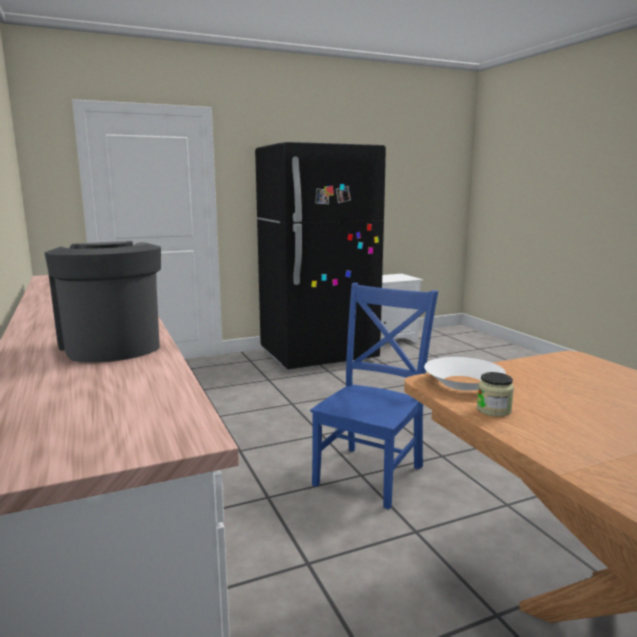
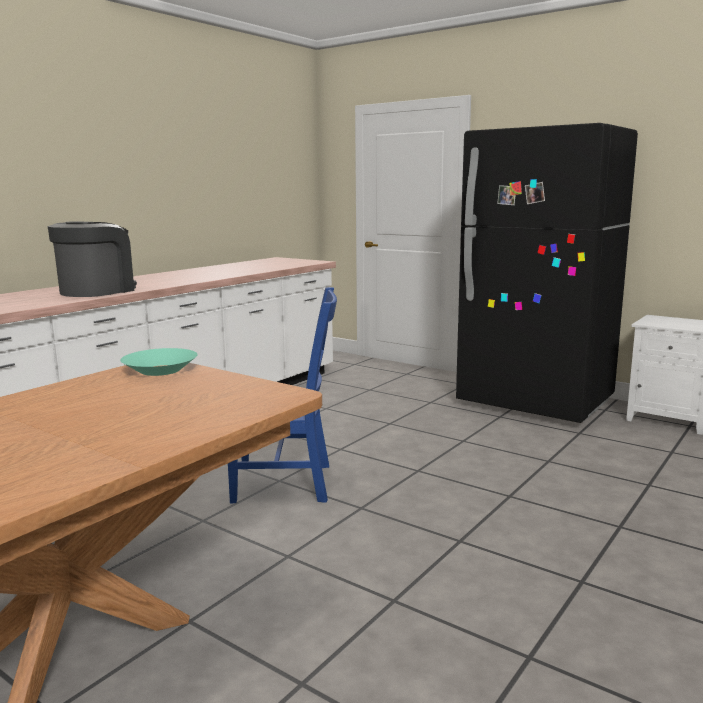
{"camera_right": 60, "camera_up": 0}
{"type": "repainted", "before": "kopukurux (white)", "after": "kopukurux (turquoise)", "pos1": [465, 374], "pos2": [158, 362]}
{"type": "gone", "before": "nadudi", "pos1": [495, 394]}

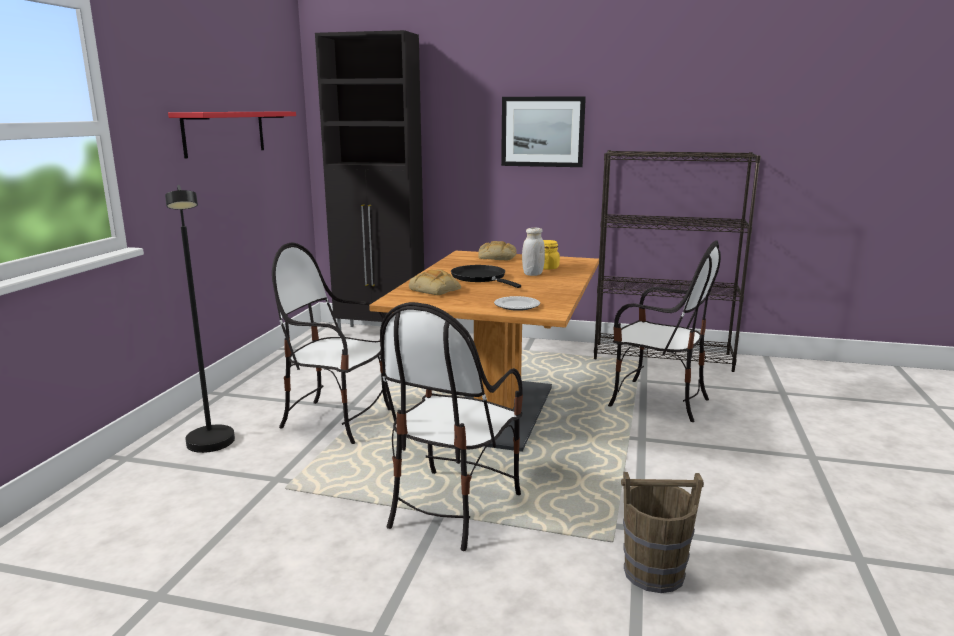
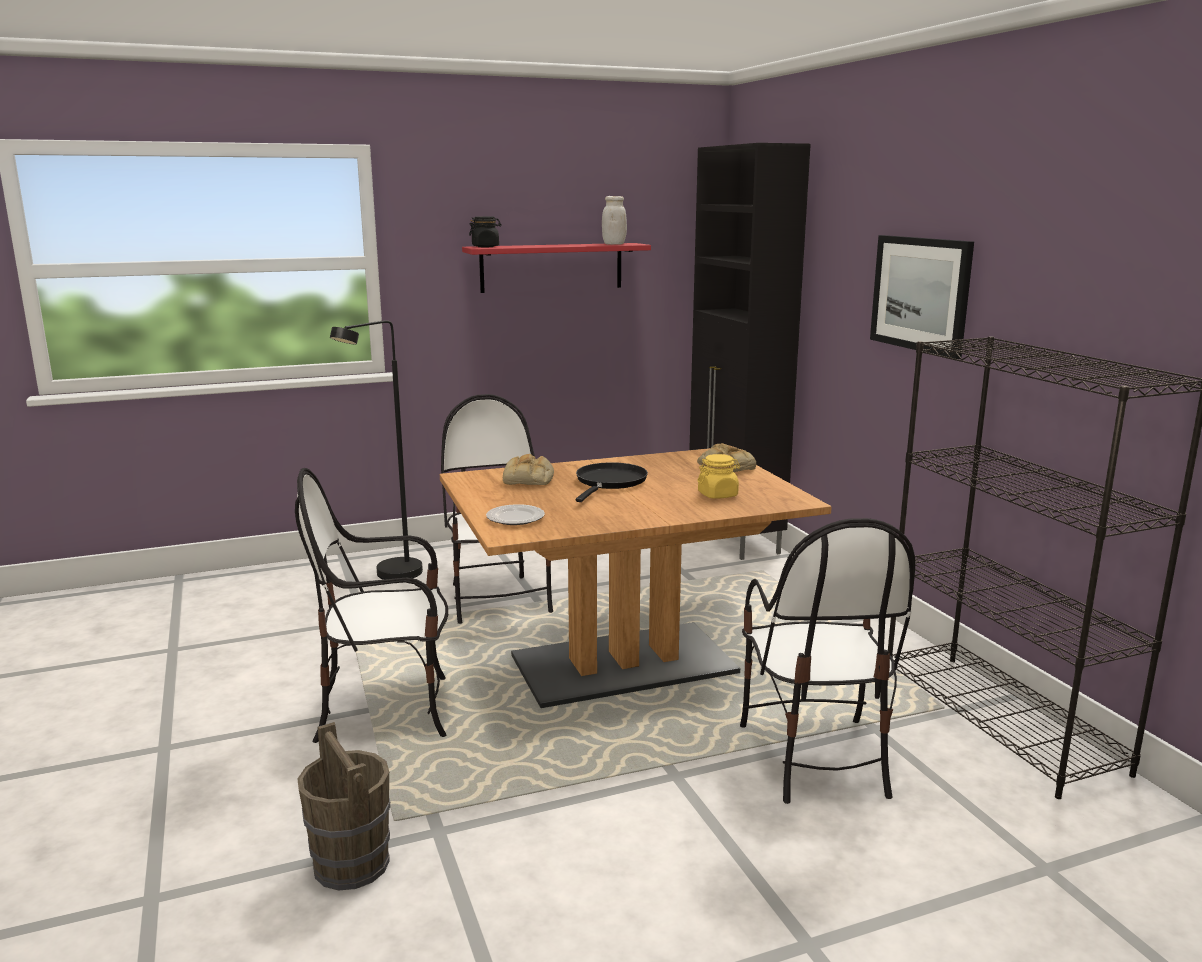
{"camera_right": 55, "camera_up": 0}
{"type": "shifted", "before": "nadudi (white)", "pos1": [533, 251], "pos2": [614, 220]}
{"type": "new", "after": "nadudi (black)", "pos2": [485, 231]}

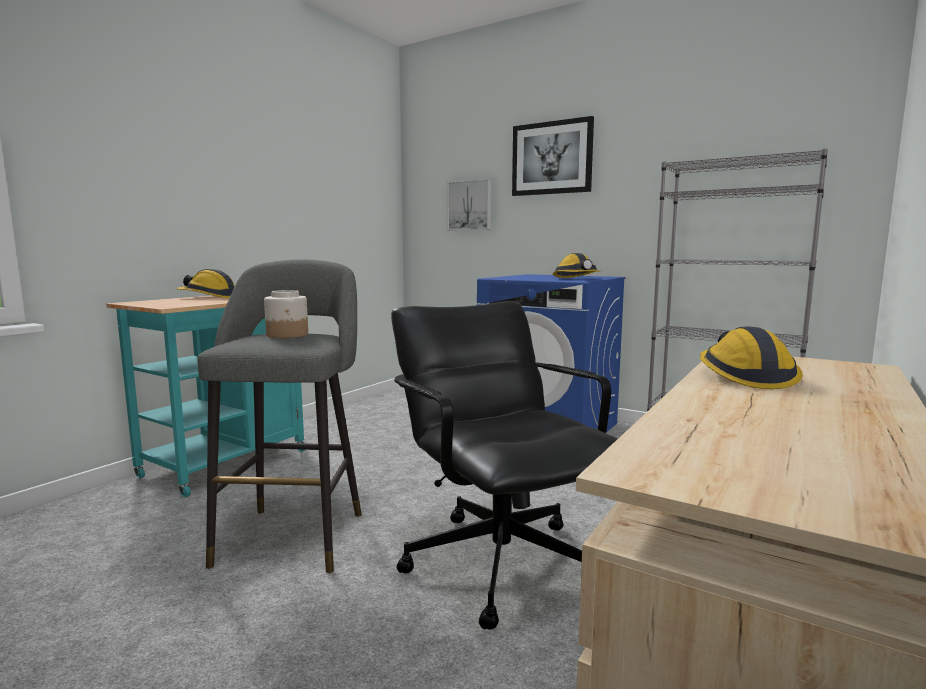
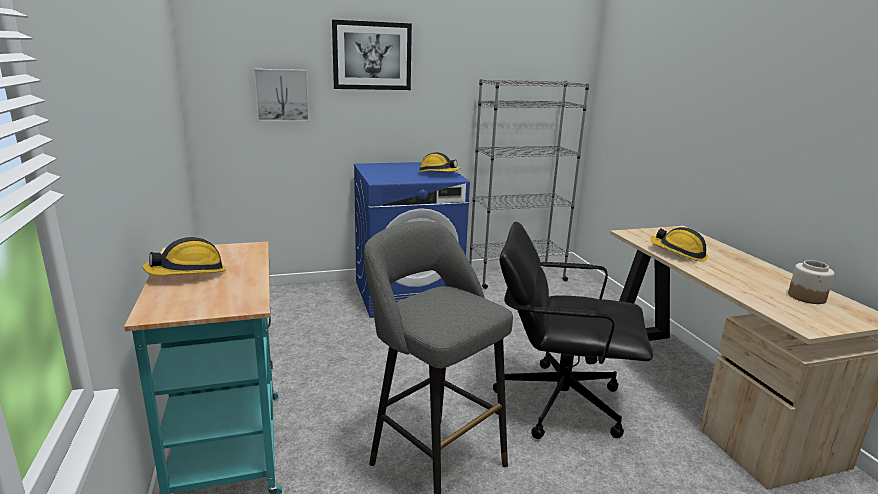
{"camera_right": -50, "camera_up": 10}
{"type": "shifted", "before": "nadudi", "pos1": [286, 314], "pos2": [811, 282]}

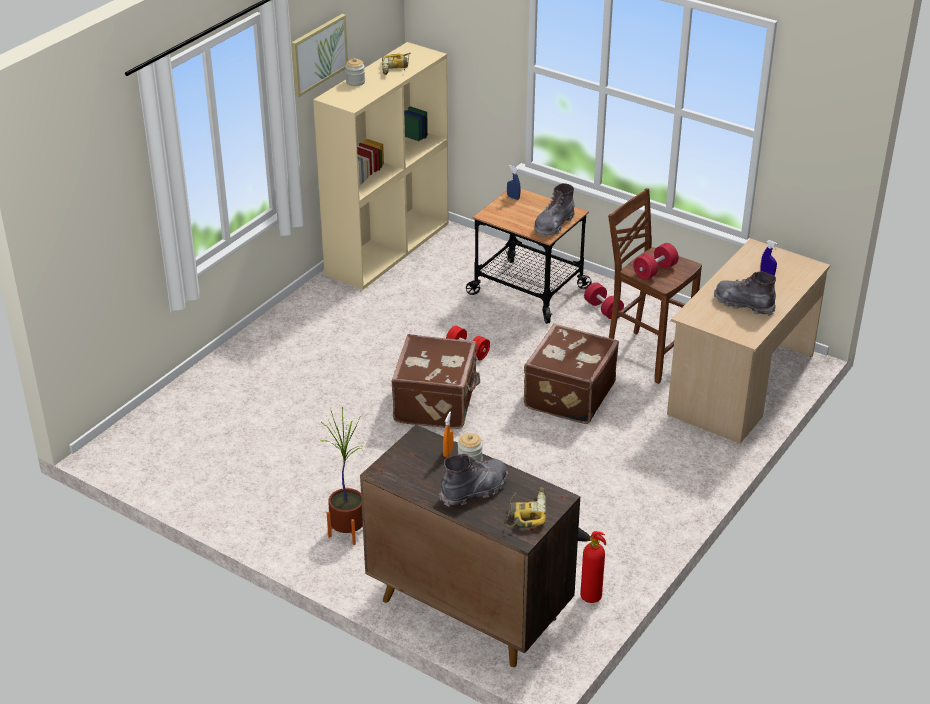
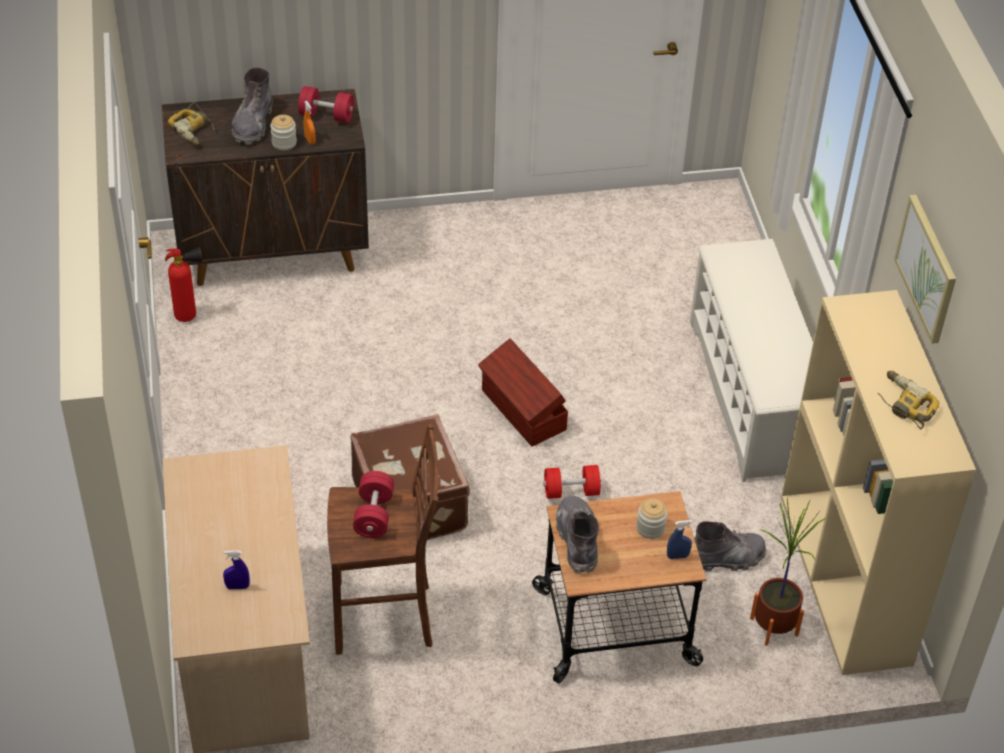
{"camera_right": 135, "camera_up": 10}
{"type": "shifted", "before": "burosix", "pos1": [342, 476], "pos2": [788, 571]}
{"type": "shifted", "before": "nadudi", "pos1": [355, 72], "pos2": [652, 518]}
{"type": "swapped", "before": "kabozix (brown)", "after": "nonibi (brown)", "pos1": [435, 381], "pos2": [523, 392]}
{"type": "shifted", "before": "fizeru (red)", "pos1": [604, 300], "pos2": [326, 104]}
{"type": "shifted", "before": "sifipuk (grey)", "pos1": [745, 294], "pos2": [730, 546]}
{"type": "new", "after": "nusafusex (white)", "pos2": [751, 360]}

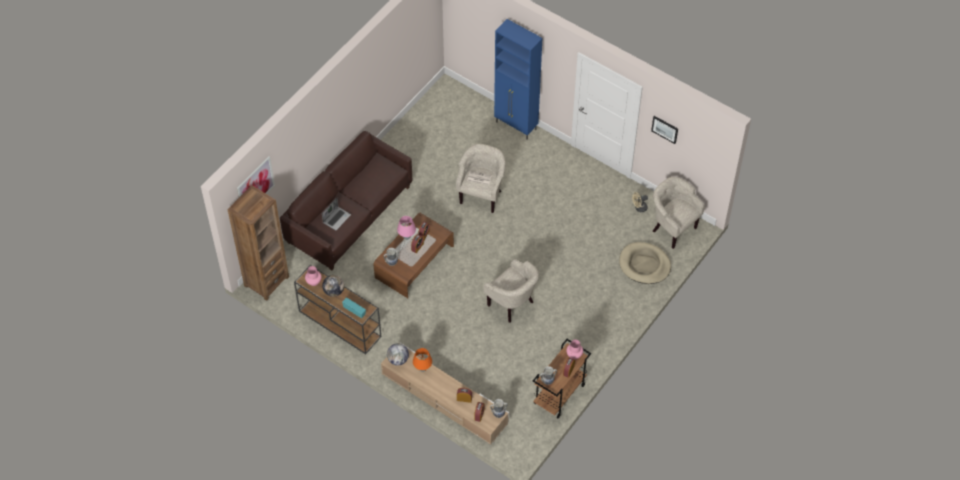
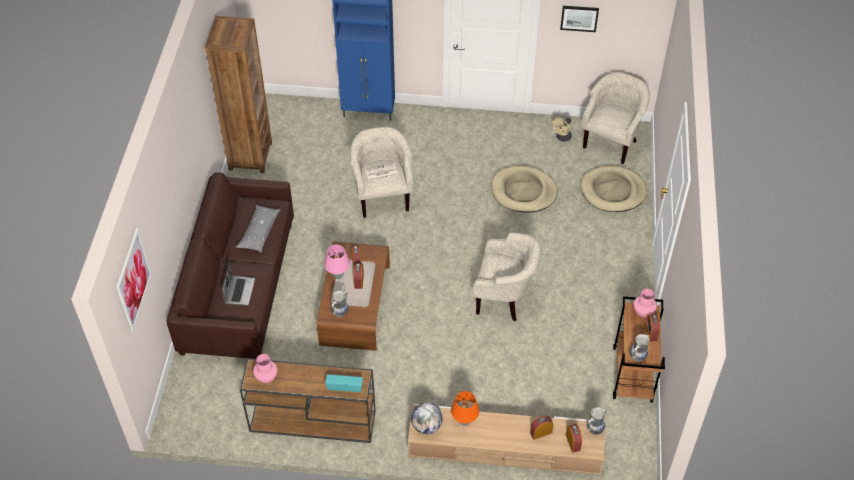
{"camera_right": -30, "camera_up": -5}
{"type": "shifted", "before": "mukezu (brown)", "pos1": [258, 243], "pos2": [238, 94]}
{"type": "gone", "before": "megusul", "pos1": [333, 286]}
{"type": "rotated", "before": "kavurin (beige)", "pos1": [679, 213], "pos2": [616, 118], "turn": 105}
{"type": "new", "after": "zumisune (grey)", "pos2": [258, 229]}
{"type": "new", "after": "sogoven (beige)", "pos2": [524, 189]}

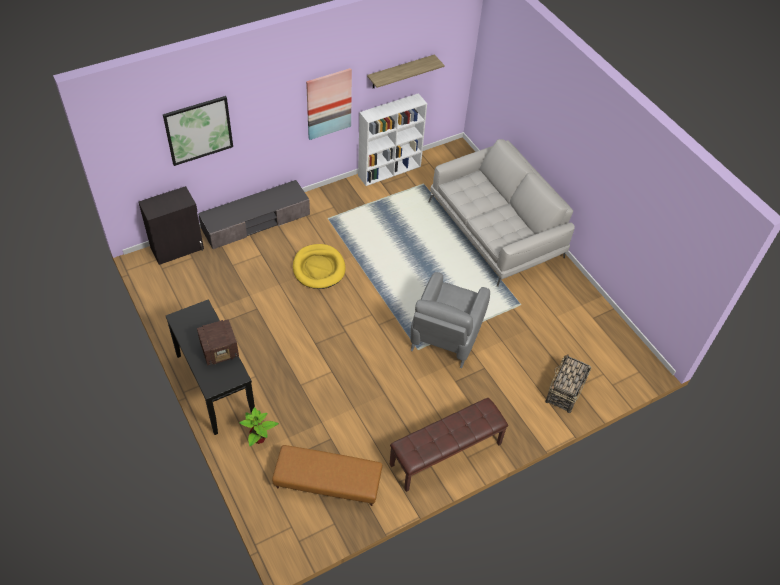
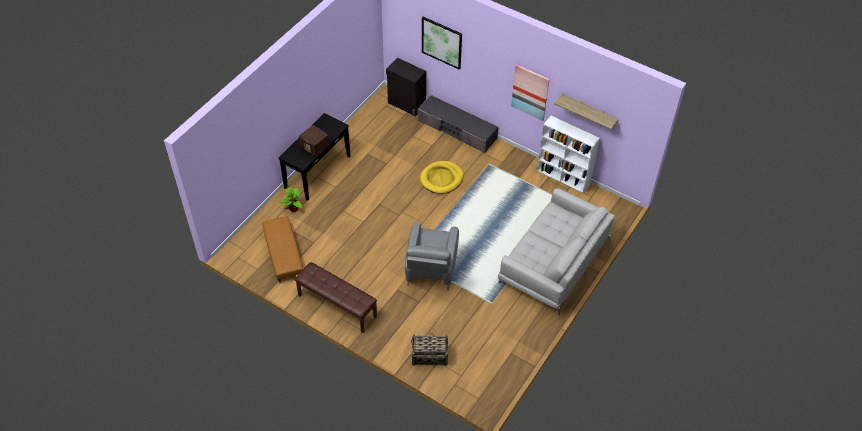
{"camera_right": 65, "camera_up": 0}
{"type": "rotated", "before": "kavurin (grey)", "pos1": [450, 320], "pos2": [432, 256], "turn": -75}

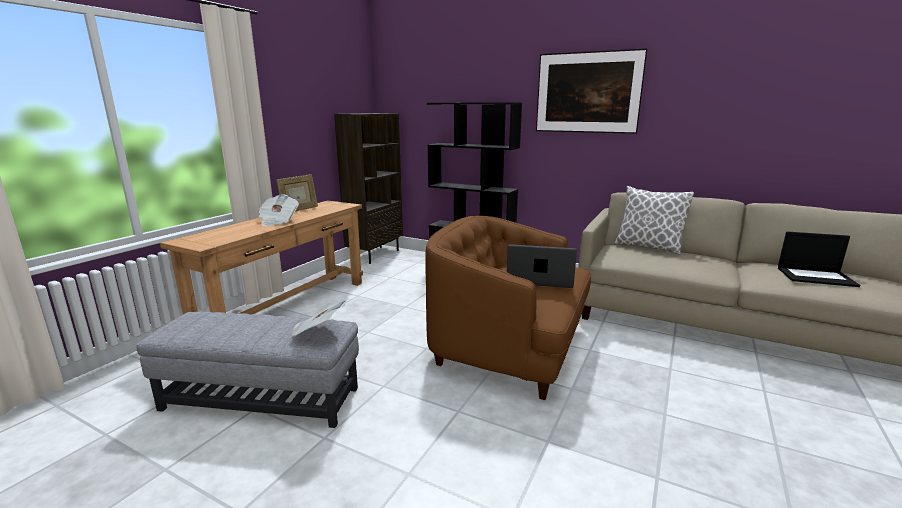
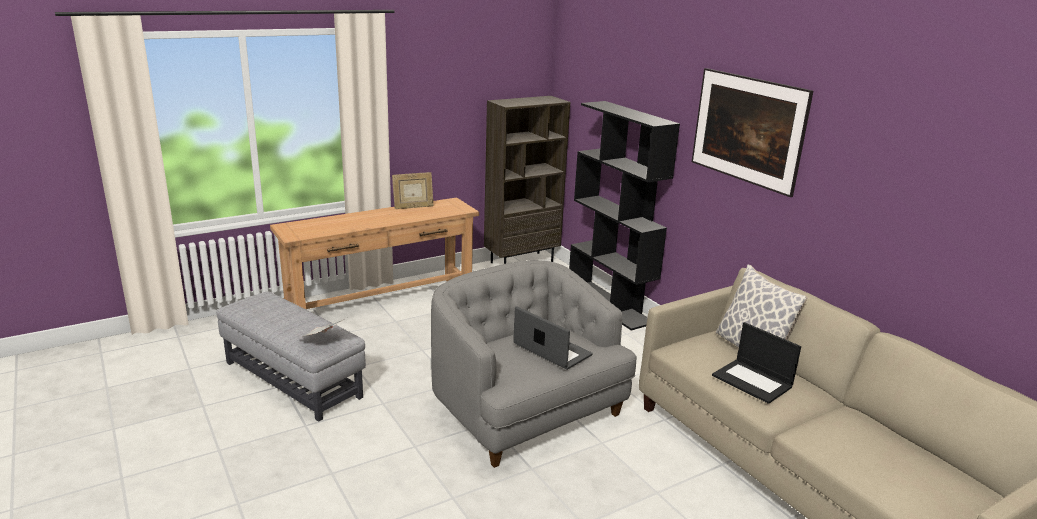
{"camera_right": 30, "camera_up": 5}
{"type": "gone", "before": "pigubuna", "pos1": [278, 210]}
{"type": "repainted", "before": "kavurin (brown)", "after": "kavurin (grey)", "pos1": [508, 308], "pos2": [534, 364]}
{"type": "shifted", "before": "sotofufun", "pos1": [819, 259], "pos2": [756, 363]}

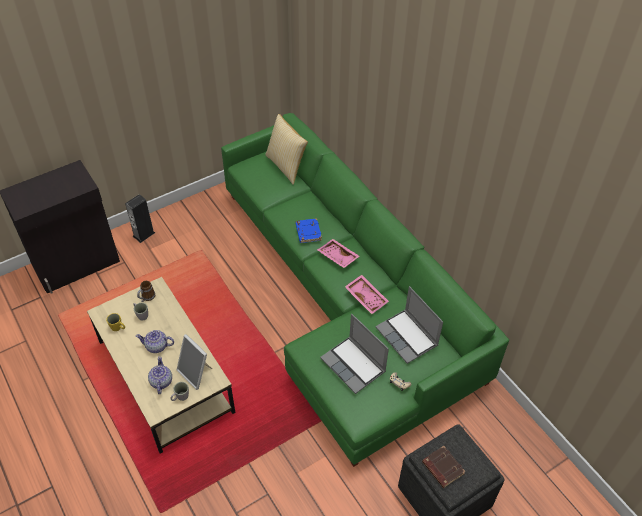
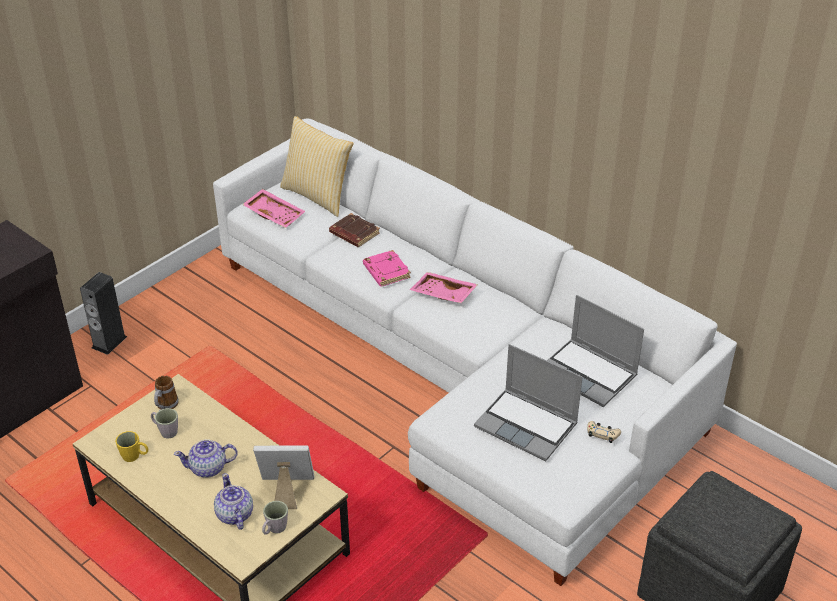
{"camera_right": -15, "camera_up": -10}
{"type": "rotated", "before": "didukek", "pos1": [194, 362], "pos2": [283, 477], "turn": 150}
{"type": "repainted", "before": "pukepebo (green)", "after": "pukepebo (white)", "pos1": [365, 290], "pos2": [475, 352]}
{"type": "repainted", "before": "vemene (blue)", "after": "vemene (pink)", "pos1": [309, 230], "pos2": [387, 268]}
{"type": "shifted", "before": "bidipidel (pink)", "pos1": [367, 294], "pos2": [273, 208]}
{"type": "shifted", "before": "vemene (brown)", "pos1": [444, 467], "pos2": [354, 230]}

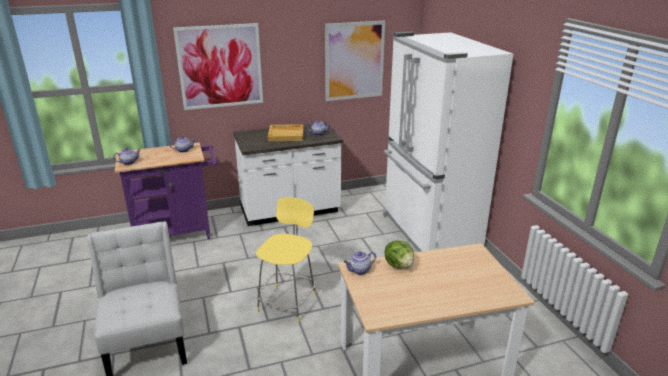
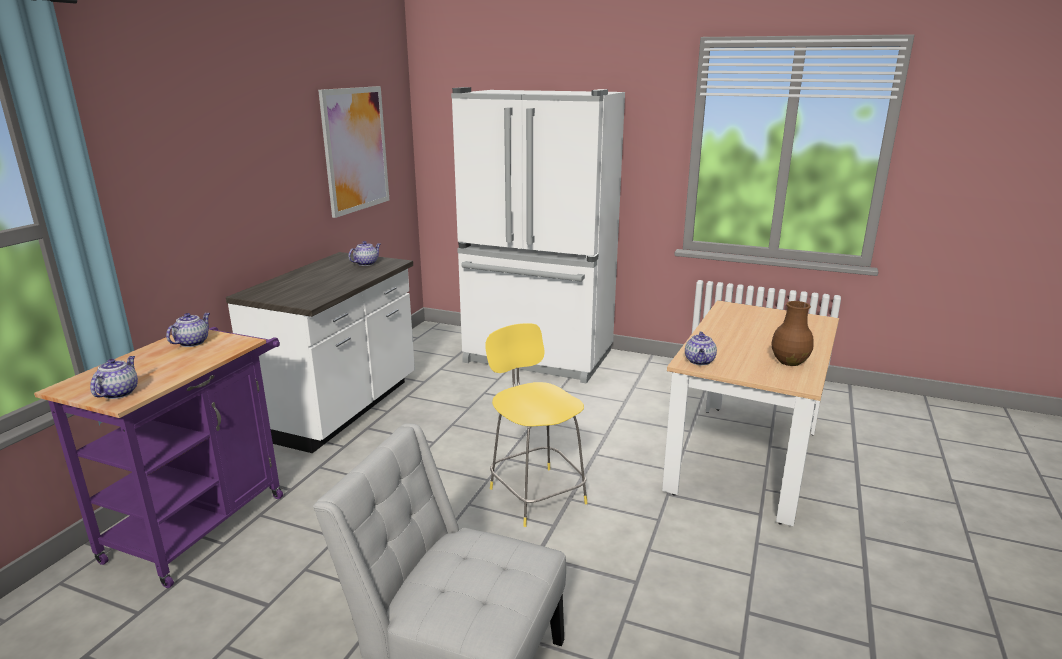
{"camera_right": -50, "camera_up": -5}
{"type": "gone", "before": "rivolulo", "pos1": [218, 66]}
{"type": "gone", "before": "bidipidel (beige)", "pos1": [285, 132]}
{"type": "gone", "before": "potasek", "pos1": [399, 254]}
{"type": "new", "after": "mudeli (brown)", "pos2": [792, 333]}

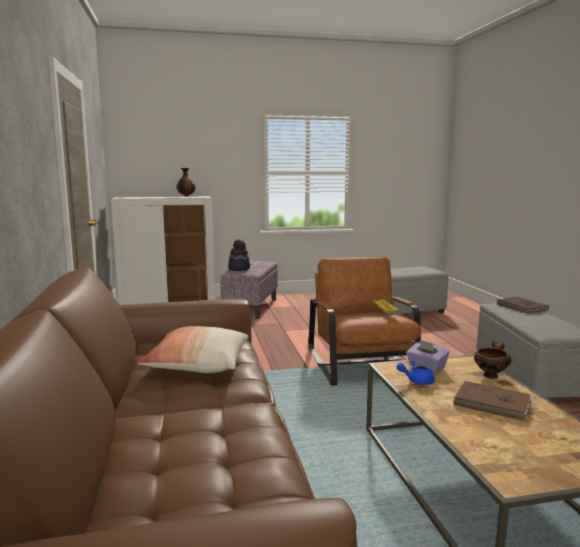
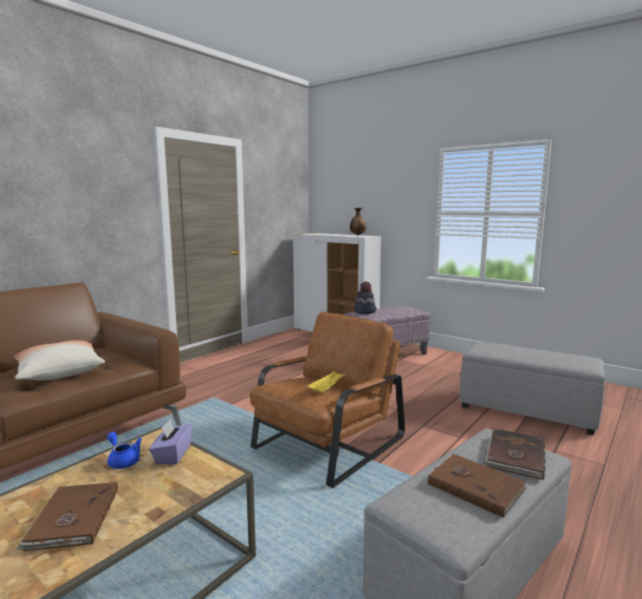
{"camera_right": 50, "camera_up": 0}
{"type": "gone", "before": "kopukurux", "pos1": [493, 360]}
{"type": "new", "after": "vemene (brown)", "pos2": [477, 486]}

